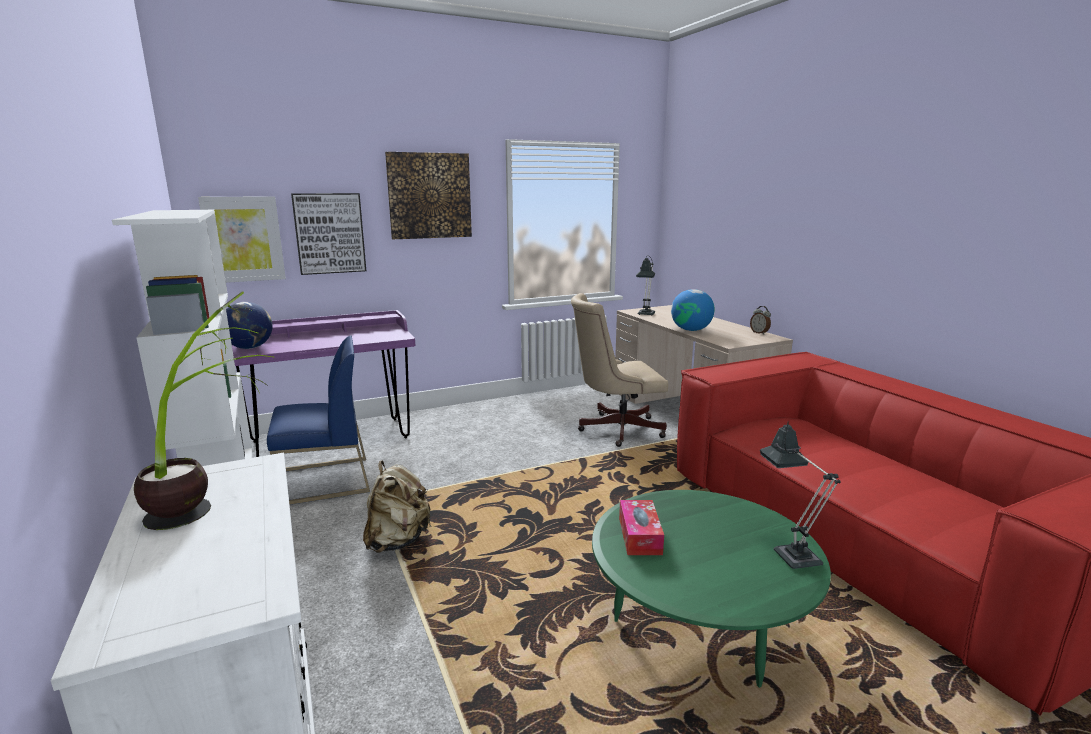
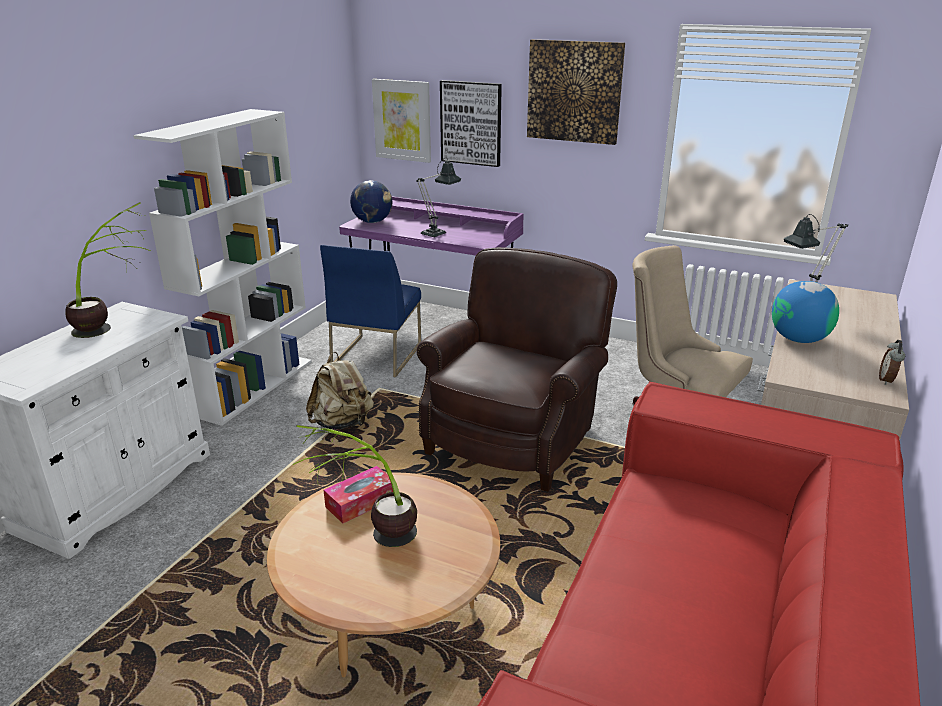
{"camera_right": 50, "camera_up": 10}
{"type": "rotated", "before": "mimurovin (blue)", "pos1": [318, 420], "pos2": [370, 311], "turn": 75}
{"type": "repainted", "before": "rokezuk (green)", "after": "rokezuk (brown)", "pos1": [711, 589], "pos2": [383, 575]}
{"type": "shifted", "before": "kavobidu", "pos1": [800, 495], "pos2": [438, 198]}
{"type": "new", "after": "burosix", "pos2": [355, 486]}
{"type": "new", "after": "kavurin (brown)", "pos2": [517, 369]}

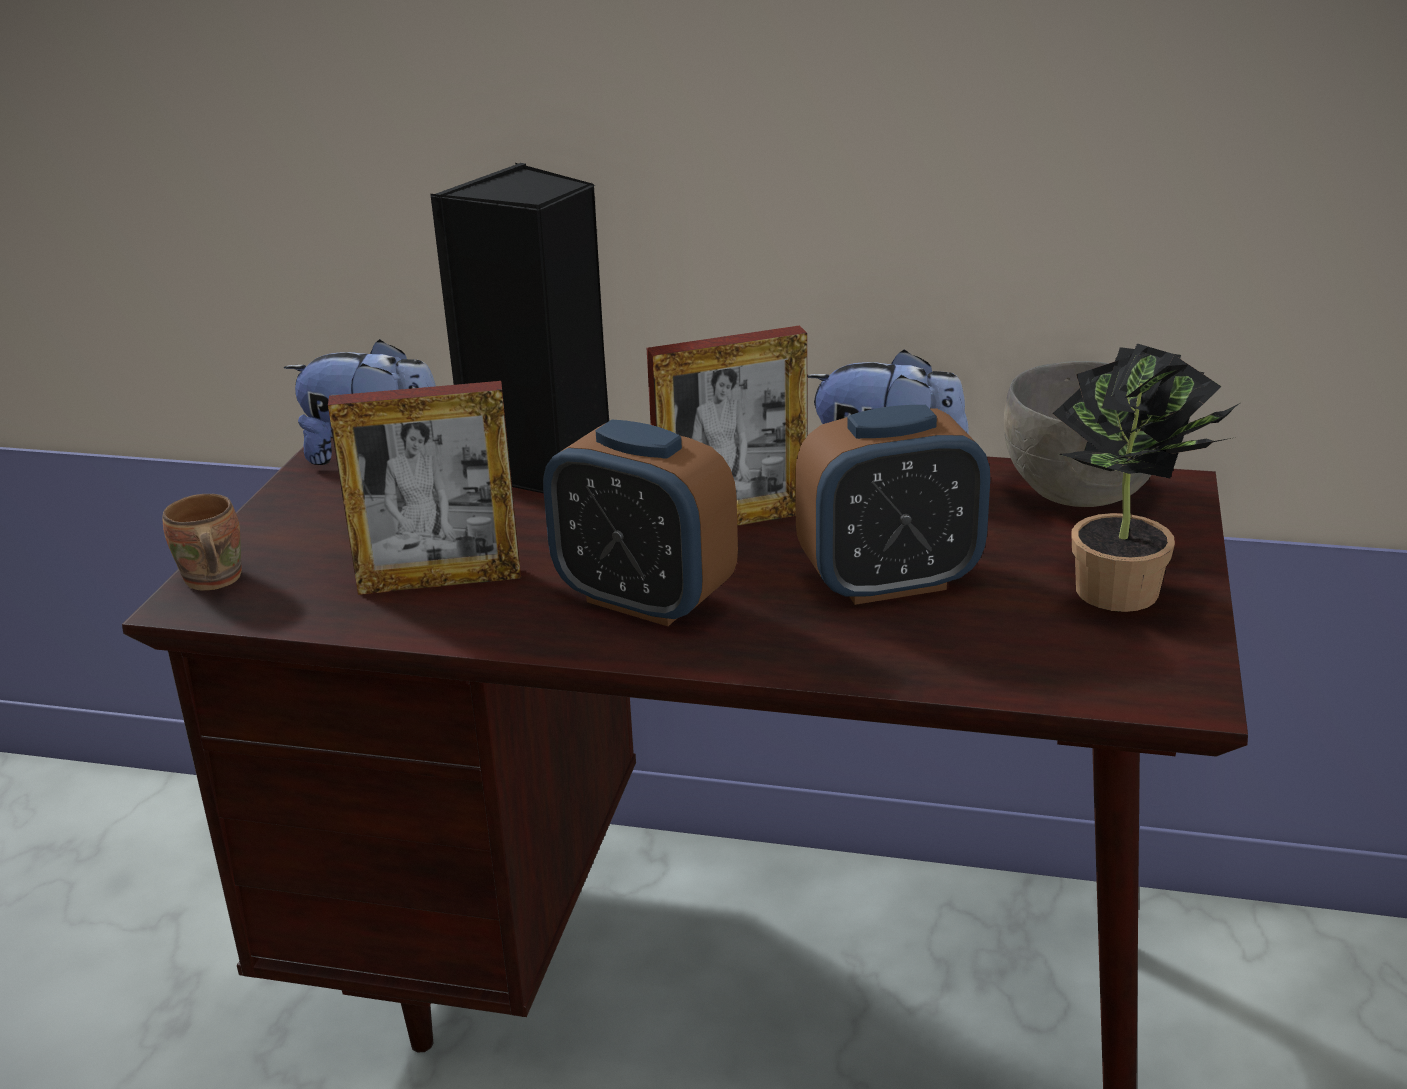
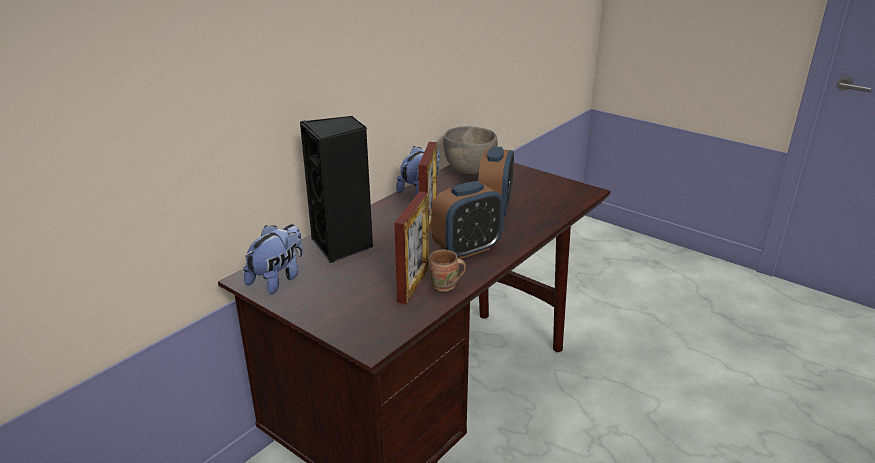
{"camera_right": -65, "camera_up": 0}
{"type": "shifted", "before": "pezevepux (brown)", "pos1": [202, 542], "pos2": [447, 271]}
{"type": "gone", "before": "burosix", "pos1": [1146, 477]}

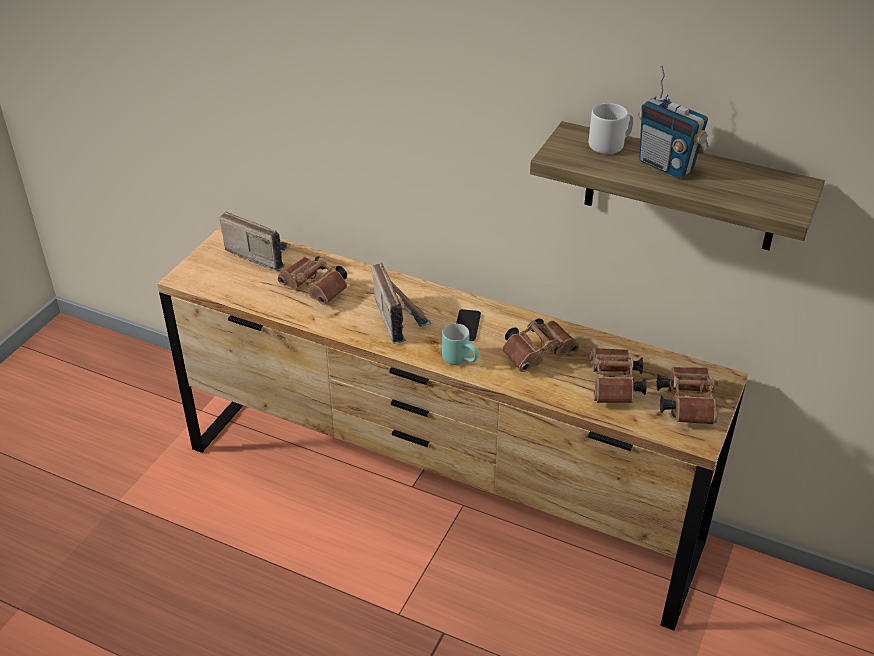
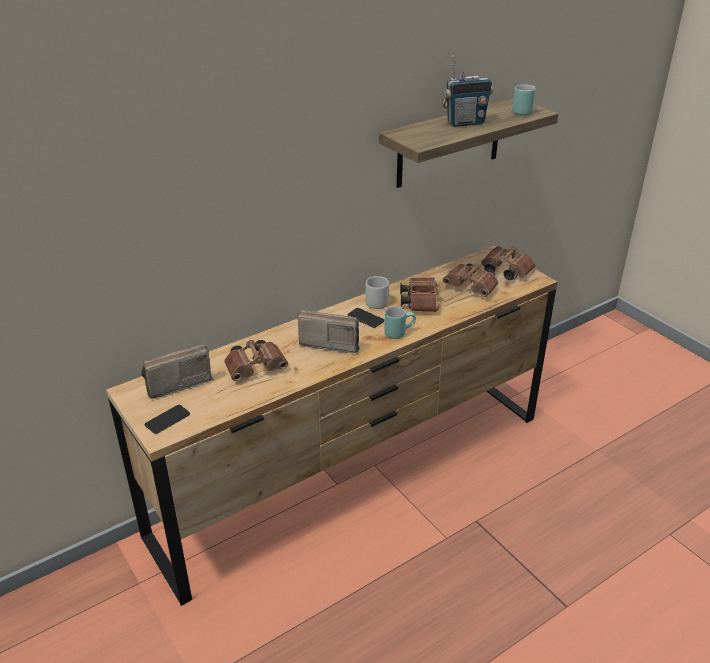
{"camera_right": -60, "camera_up": -5}
{"type": "shifted", "before": "pezevepux (grey)", "pos1": [611, 128], "pos2": [377, 292]}
{"type": "new", "after": "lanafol", "pos2": [167, 419]}
{"type": "new", "after": "pezevepux (turquoise)", "pos2": [524, 100]}

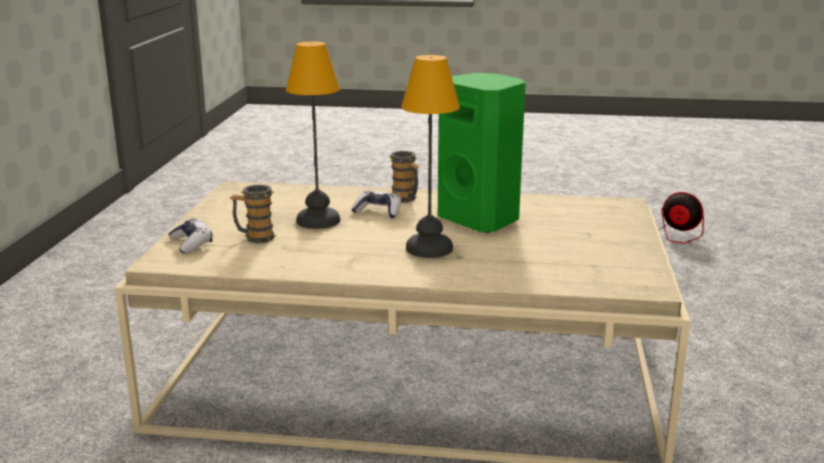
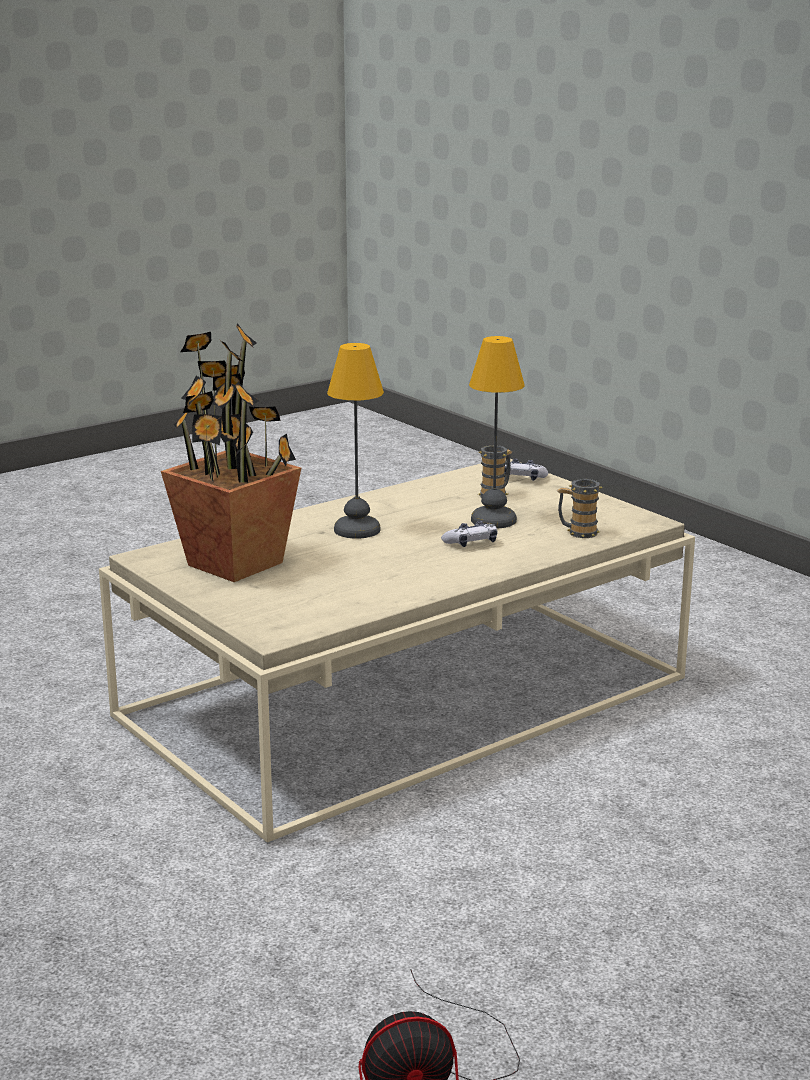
{"camera_right": 135, "camera_up": 0}
{"type": "shifted", "before": "pezevepux", "pos1": [403, 176], "pos2": [580, 508]}
{"type": "gone", "before": "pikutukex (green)", "pos1": [482, 153]}
{"type": "new", "after": "burosix", "pos2": [231, 452]}

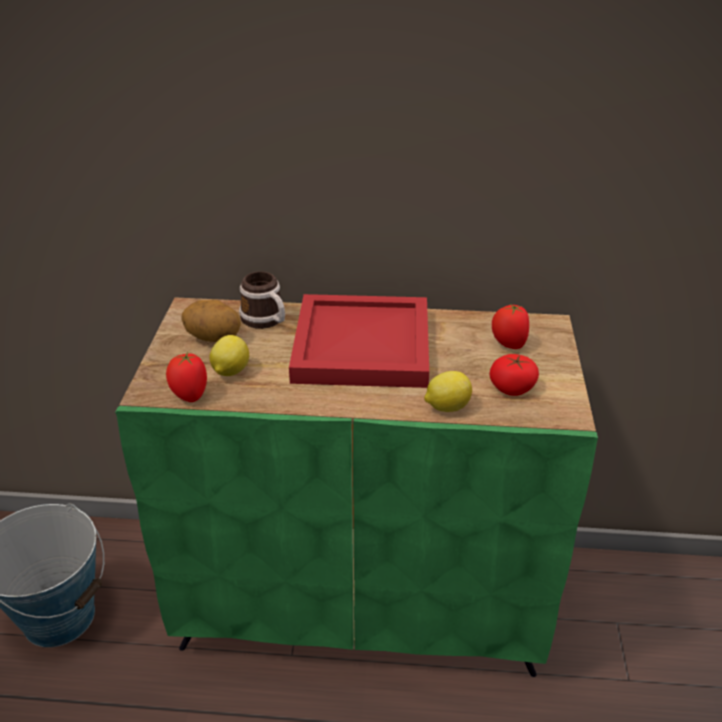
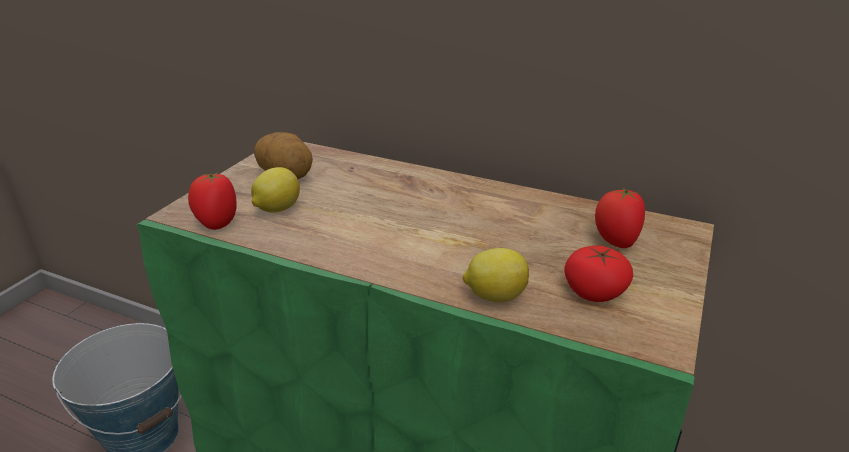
{"camera_right": 20, "camera_up": -5}
{"type": "gone", "before": "pezevepux", "pos1": [262, 300]}
{"type": "gone", "before": "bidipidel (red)", "pos1": [359, 341]}

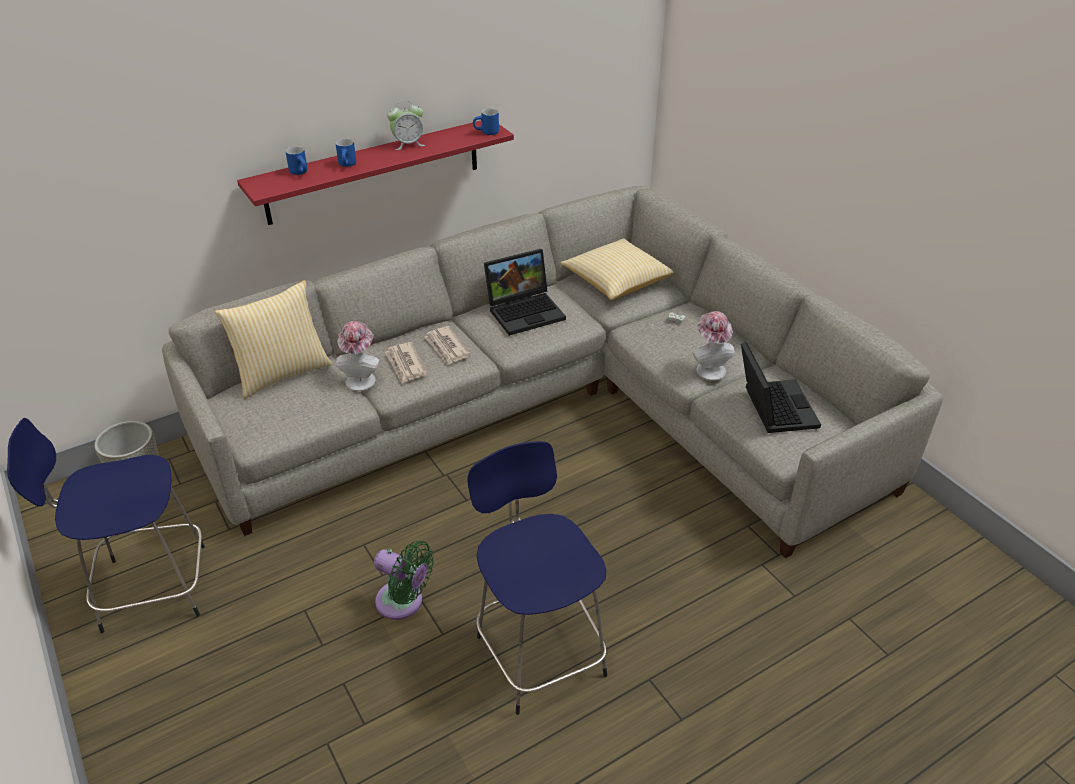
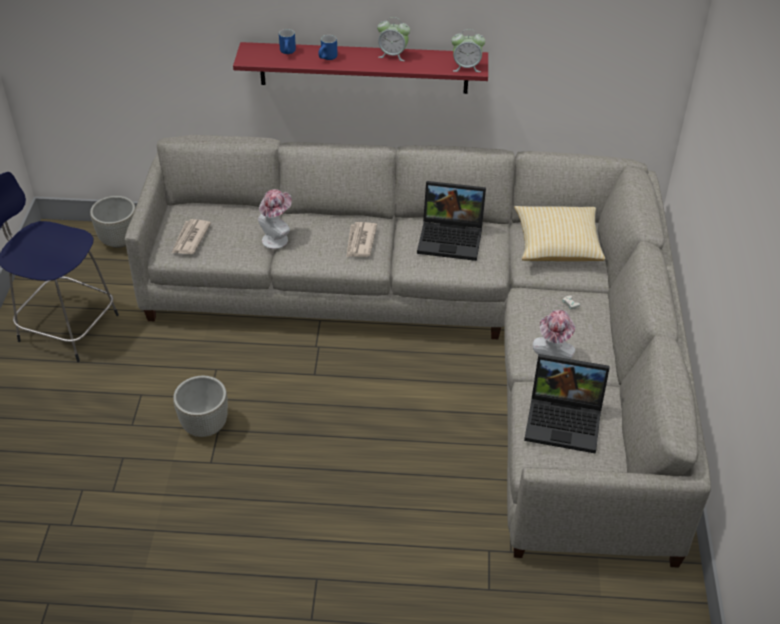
{"camera_right": 35, "camera_up": 5}
{"type": "gone", "before": "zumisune", "pos1": [273, 339]}
{"type": "swapped", "before": "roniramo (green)", "after": "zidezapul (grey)", "pos1": [404, 580], "pos2": [200, 406]}
{"type": "shifted", "before": "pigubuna", "pos1": [406, 362], "pos2": [191, 236]}
{"type": "gone", "before": "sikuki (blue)", "pos1": [537, 578]}
{"type": "swapped", "before": "pezevepux (blue)", "after": "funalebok", "pos1": [486, 122], "pos2": [468, 50]}
{"type": "rotated", "before": "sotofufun", "pos1": [781, 387], "pos2": [567, 404], "turn": 75}

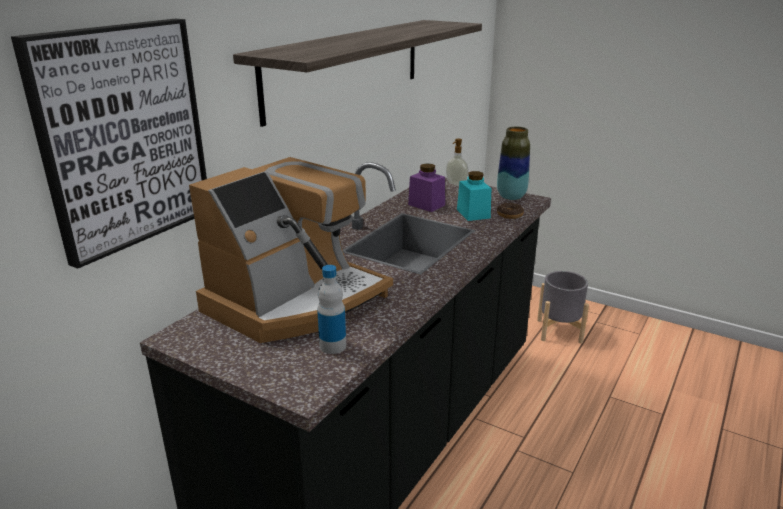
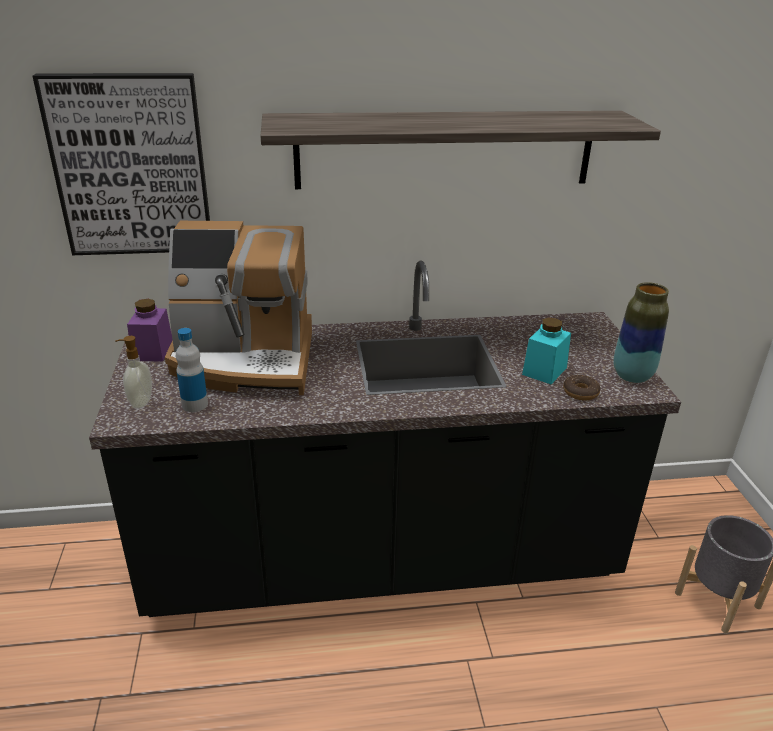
{"camera_right": 50, "camera_up": 5}
{"type": "shifted", "before": "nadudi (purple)", "pos1": [426, 187], "pos2": [149, 330]}
{"type": "shifted", "before": "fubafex", "pos1": [457, 162], "pos2": [133, 372]}

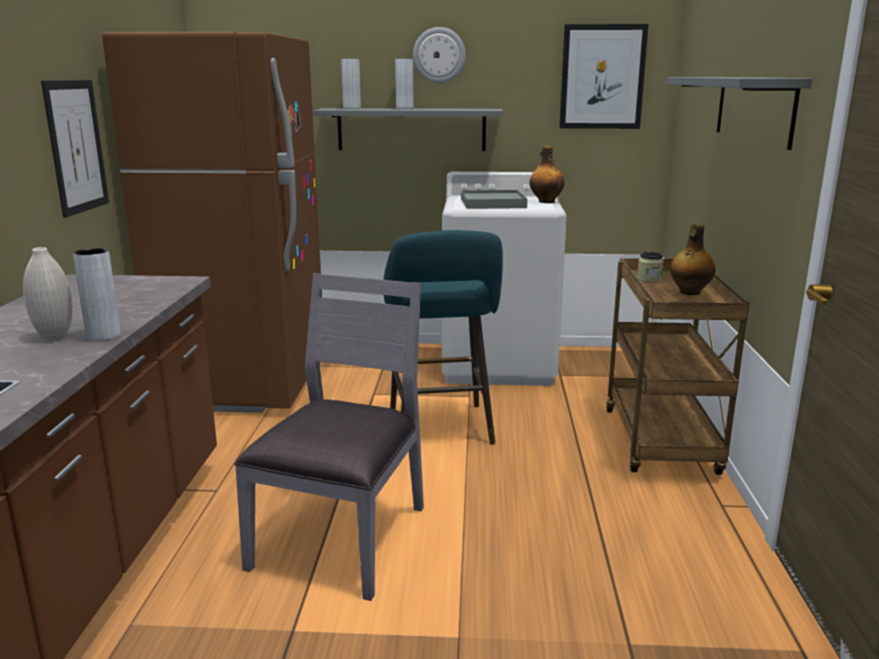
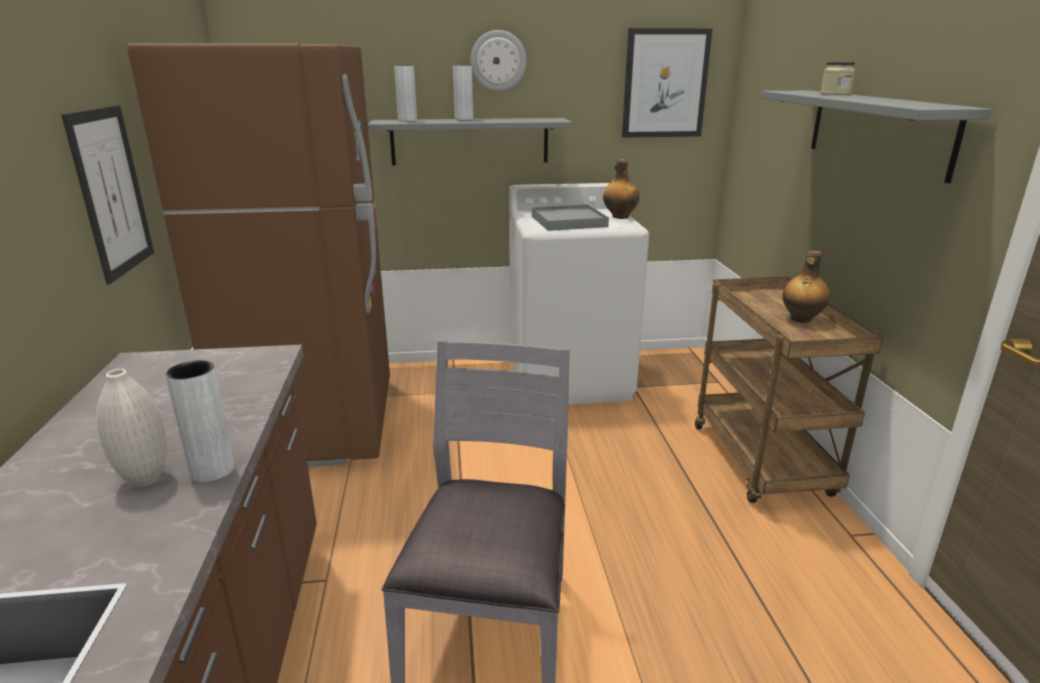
{"camera_right": -10, "camera_up": 5}
{"type": "gone", "before": "sikuki (turquoise)", "pos1": [443, 337]}
{"type": "shifted", "before": "nadudi", "pos1": [650, 267], "pos2": [837, 78]}

